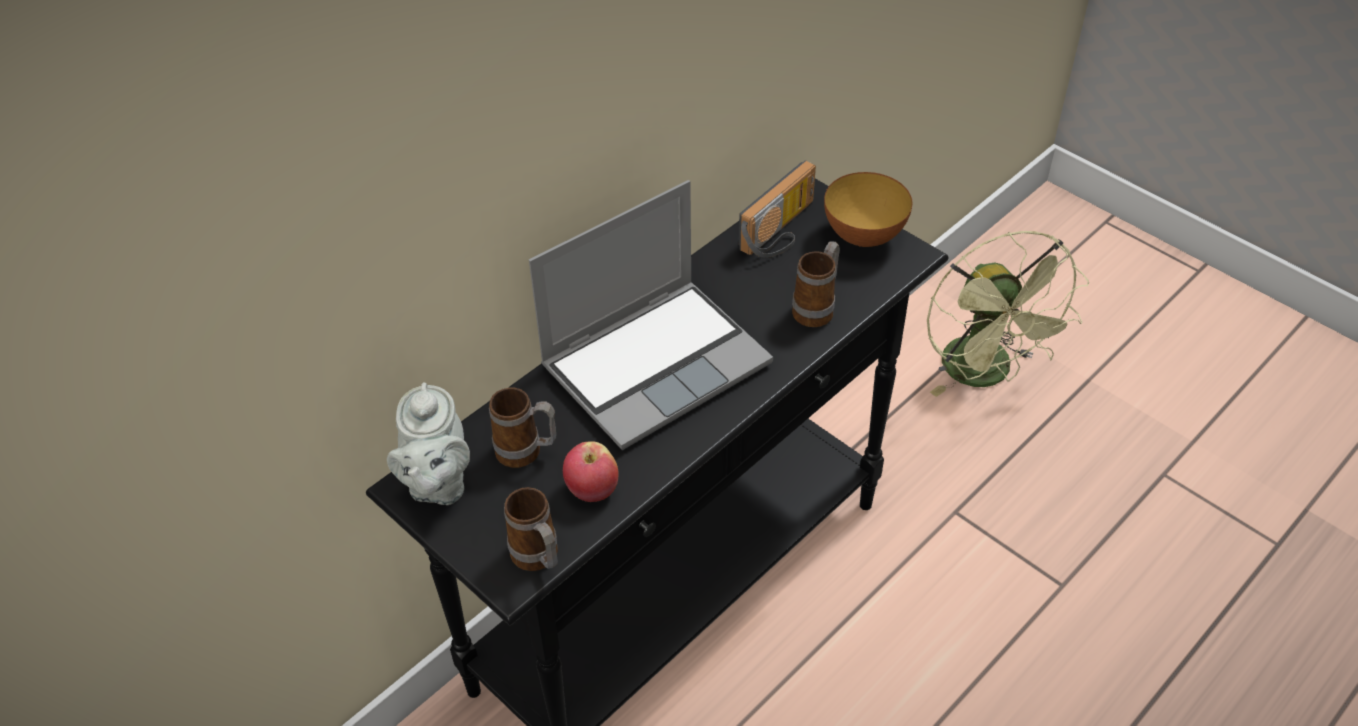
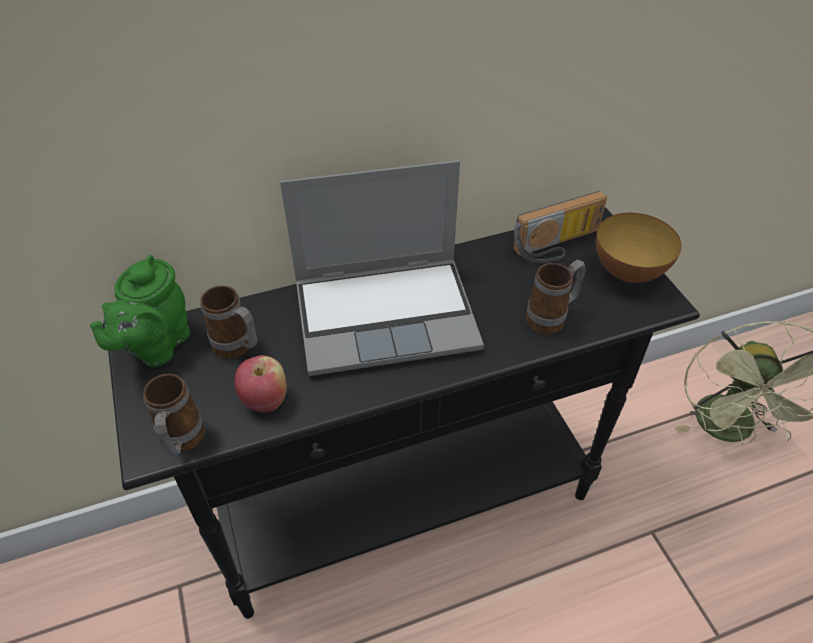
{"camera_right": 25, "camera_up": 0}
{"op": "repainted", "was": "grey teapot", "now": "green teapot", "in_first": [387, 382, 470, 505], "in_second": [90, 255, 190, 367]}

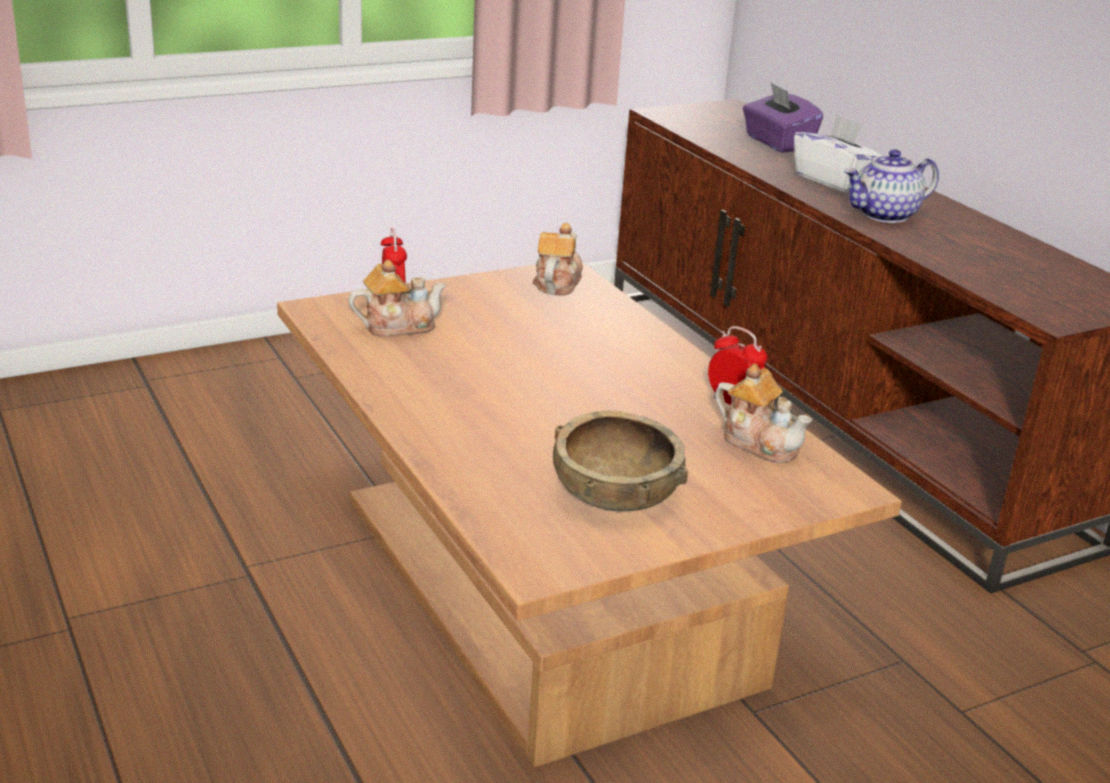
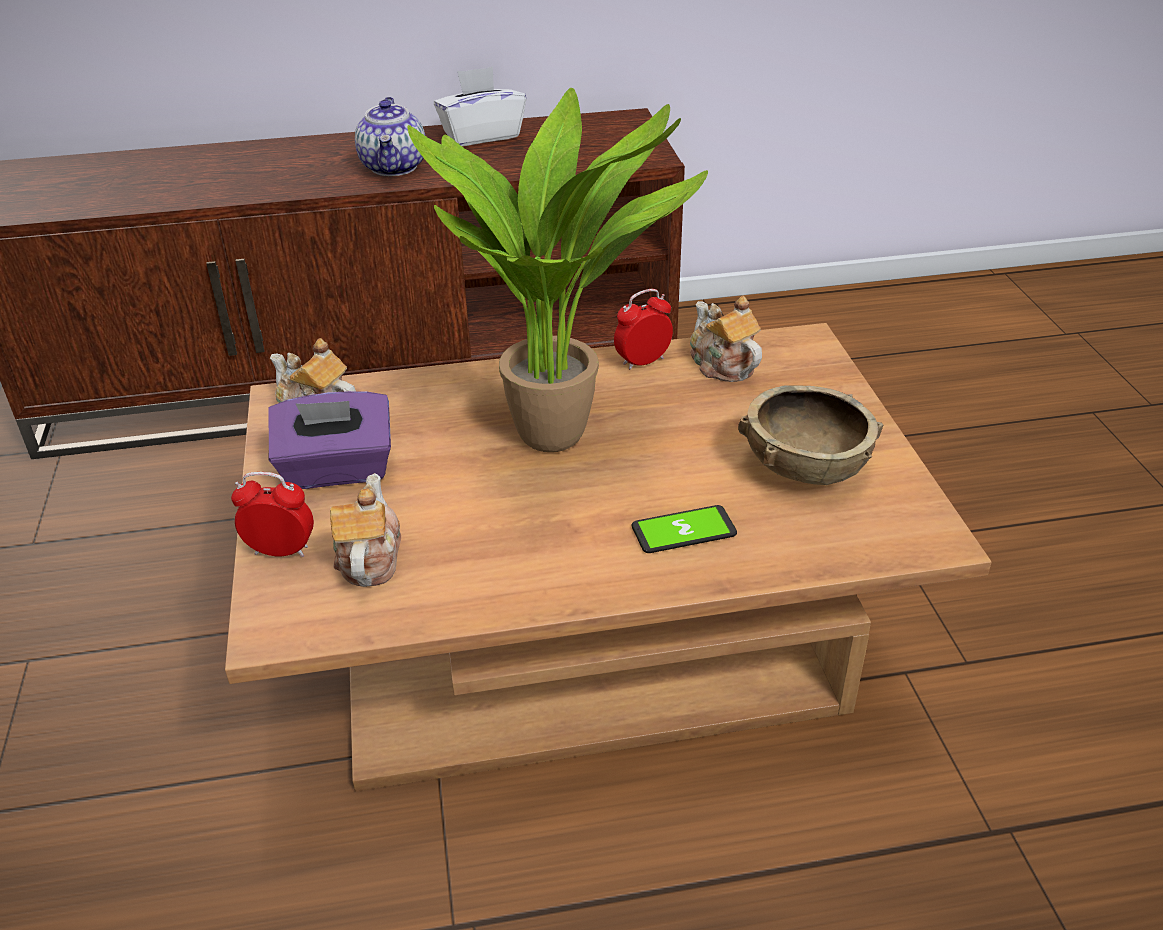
{"camera_right": -70, "camera_up": 10}
{"op": "shifted", "was": "purple tissue box", "in_first": [743, 83, 823, 153], "in_second": [268, 391, 391, 489]}
{"op": "shifted", "was": "white tissue box", "in_first": [794, 115, 882, 193], "in_second": [434, 66, 526, 146]}
{"op": "rotated", "was": "teapot", "in_first": [715, 363, 812, 463], "in_second": [690, 296, 762, 382], "clockwise": -90}
{"op": "new", "now": "potted plant", "in_second": [407, 88, 708, 452]}
{"op": "new", "now": "phone", "in_second": [632, 505, 737, 553]}

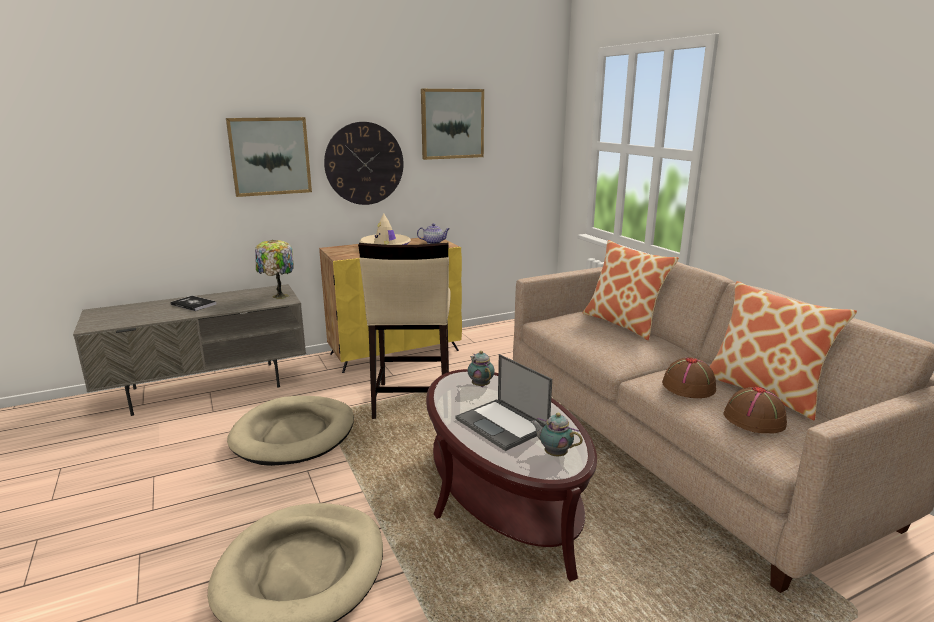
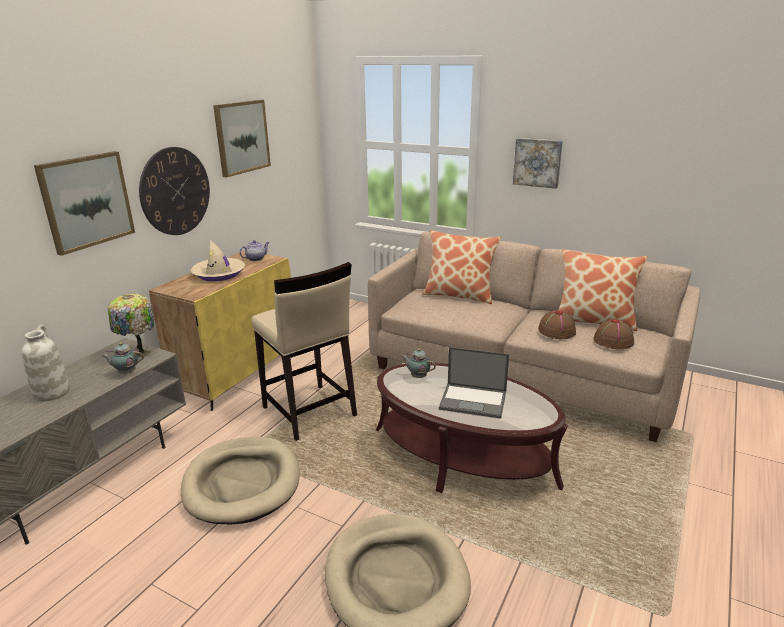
{"camera_right": -35, "camera_up": 5}
{"op": "swapped", "was": "book", "now": "white vase", "in_first": [170, 296, 216, 311], "in_second": [22, 325, 70, 401]}
{"op": "shifted", "was": "teapot", "in_first": [531, 413, 583, 456], "in_second": [102, 342, 144, 374]}
{"op": "new", "now": "picture", "in_second": [513, 138, 563, 189]}

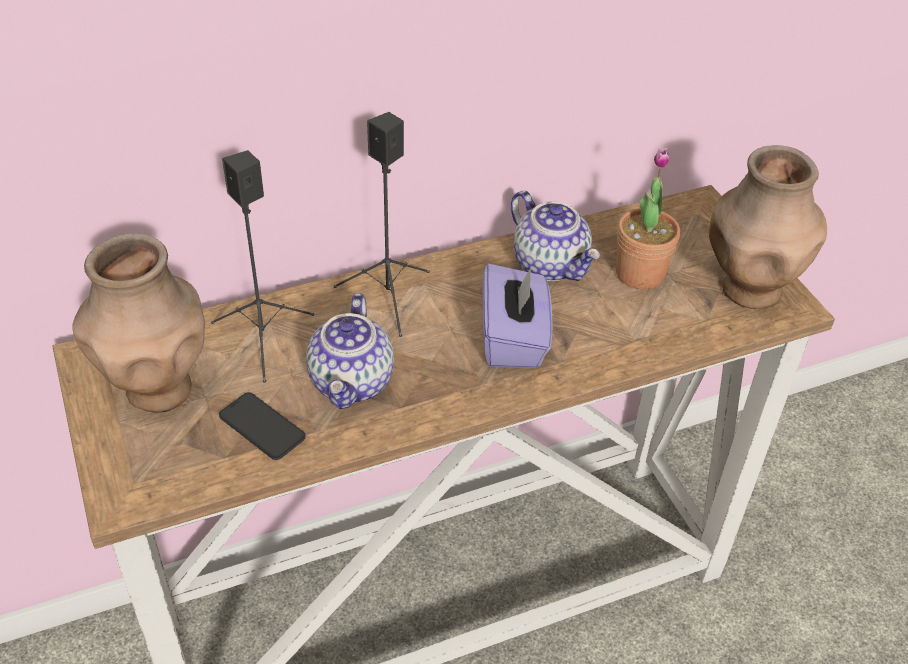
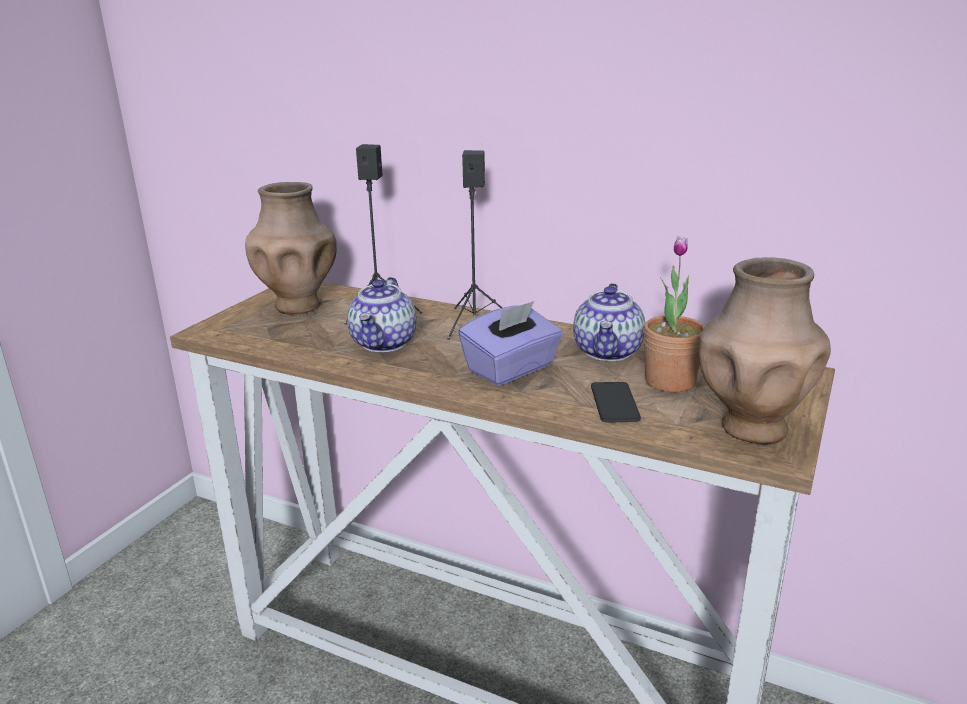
{"camera_right": 50, "camera_up": -20}
{"op": "rotated", "was": "teapot", "in_first": [306, 293, 394, 409], "in_second": [347, 277, 417, 352], "clockwise": -45}
{"op": "shifted", "was": "phone", "in_first": [219, 392, 306, 460], "in_second": [591, 382, 641, 423]}

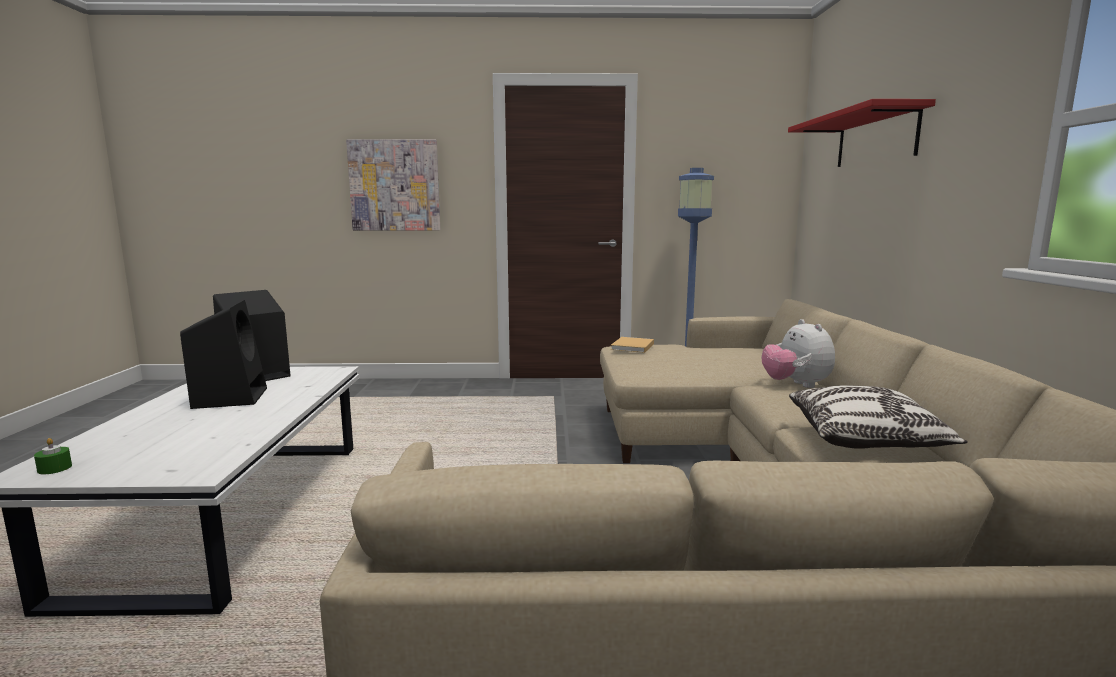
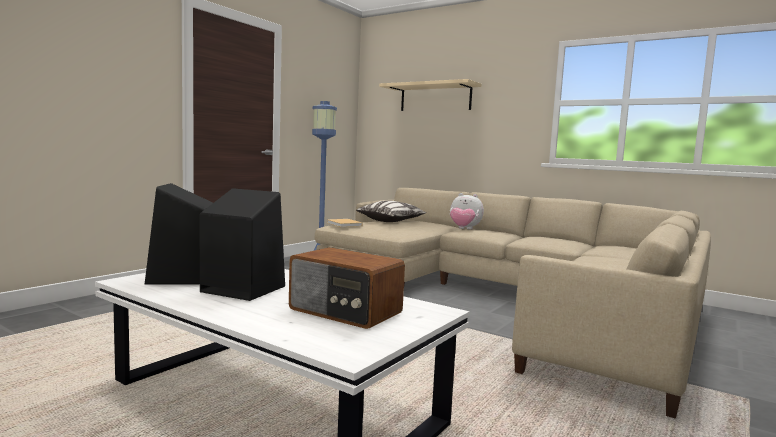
{"camera_right": -55, "camera_up": -5}
{"op": "repainted", "was": "red shelf", "now": "beige shelf", "in_first": [788, 99, 936, 167], "in_second": [379, 79, 481, 111]}
{"op": "gone", "was": "picture", "in_first": [346, 139, 440, 230]}
{"op": "shifted", "was": "pillow", "in_first": [789, 385, 968, 449], "in_second": [356, 200, 427, 222]}
{"op": "gone", "was": "green candle", "in_first": [34, 438, 72, 474]}
{"op": "new", "now": "radio", "in_second": [289, 247, 405, 329]}

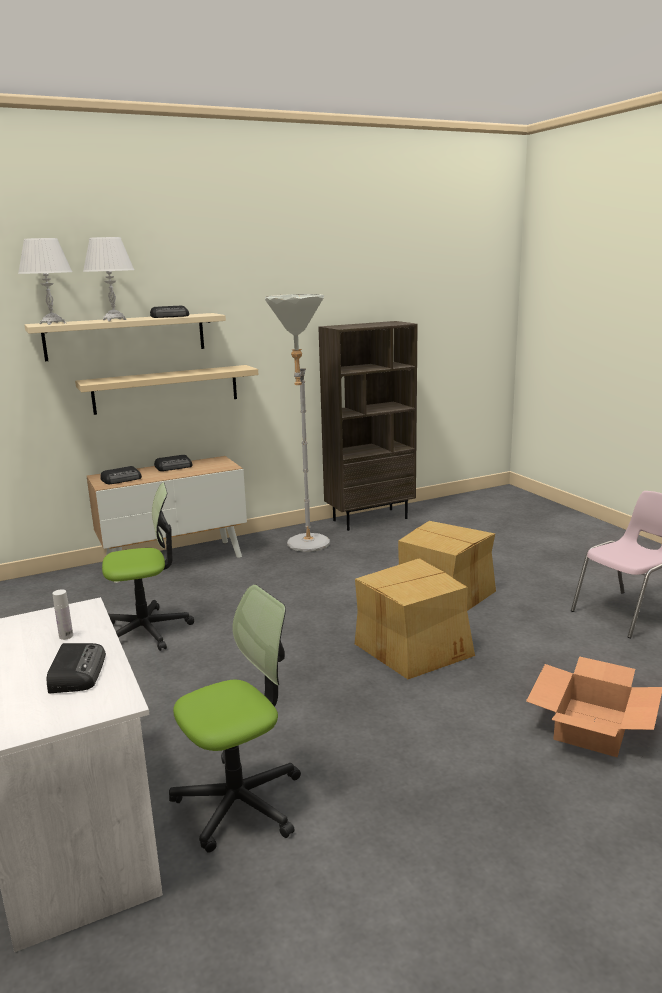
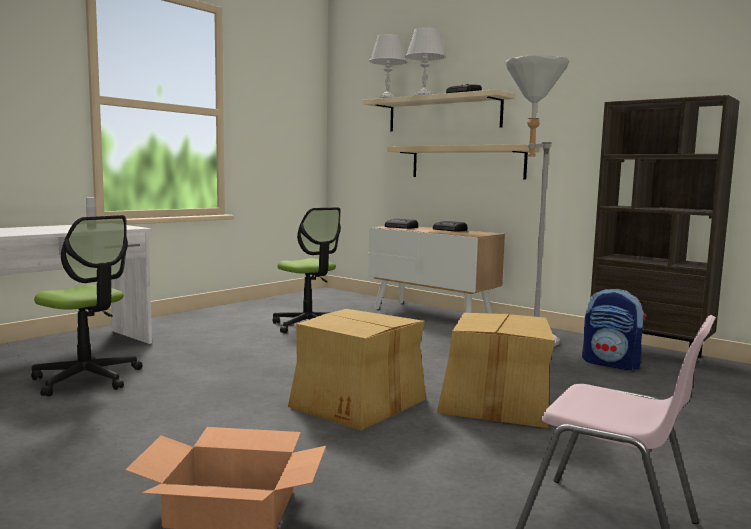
{"camera_right": 65, "camera_up": -10}
{"op": "gone", "was": "radio", "in_first": [47, 643, 106, 693]}
{"op": "new", "now": "backpack", "in_second": [582, 289, 647, 370]}

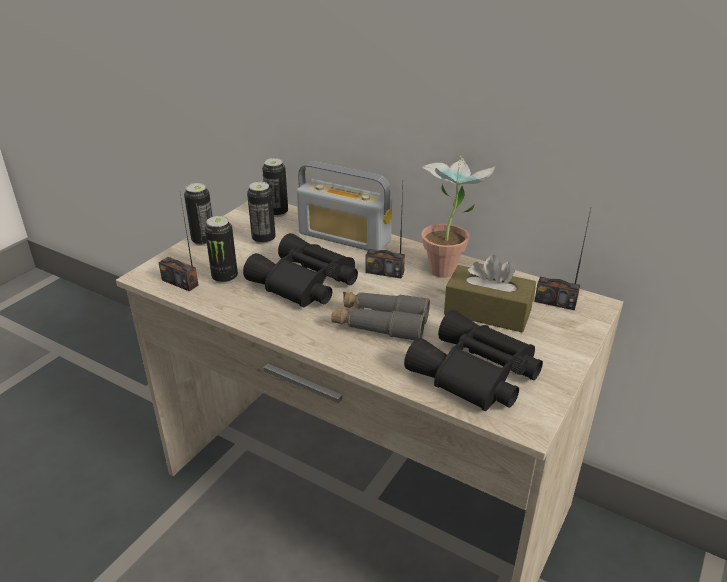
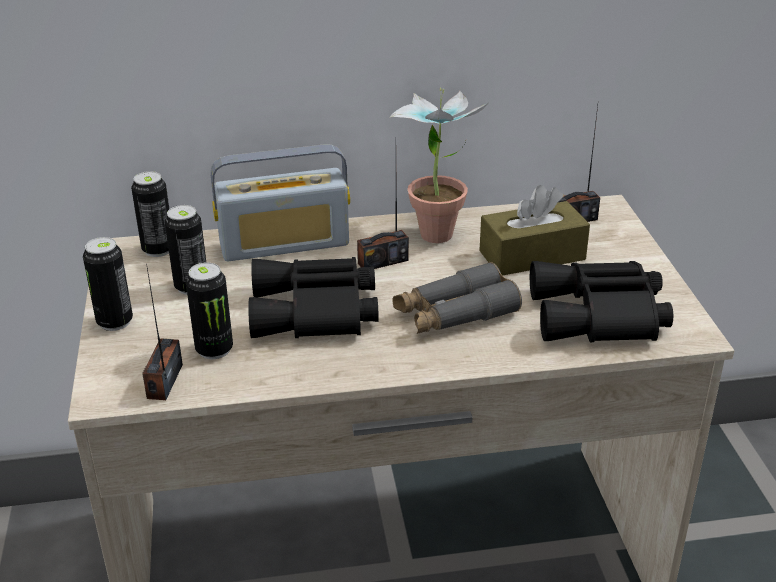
{"camera_right": -40, "camera_up": 0}
{"op": "rotated", "was": "radio", "in_first": [158, 194, 199, 291], "in_second": [142, 264, 183, 400], "clockwise": 105}

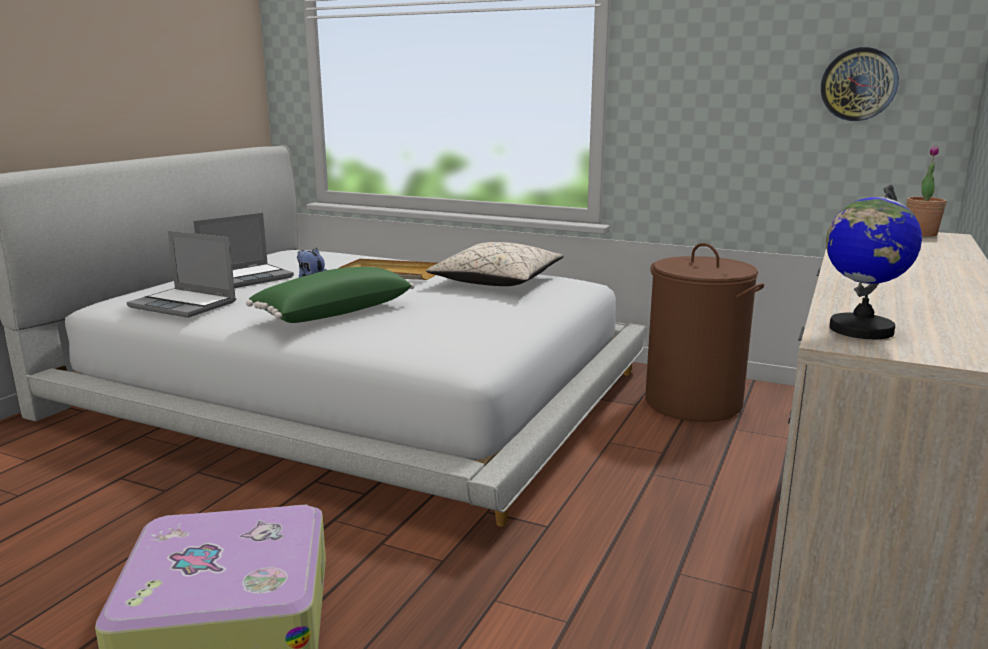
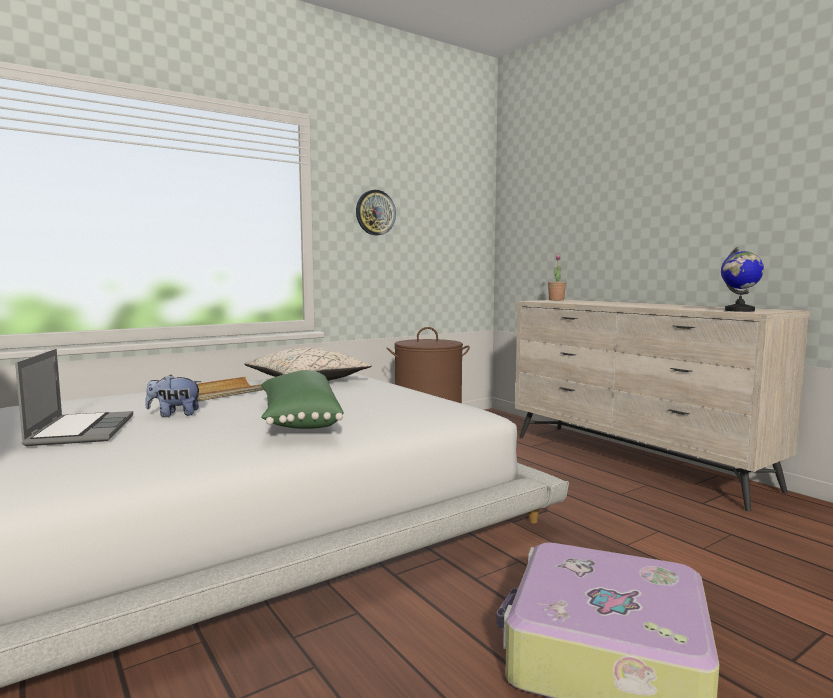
{"camera_right": -60, "camera_up": -10}
{"op": "shifted", "was": "wall clock", "in_first": [821, 47, 899, 121], "in_second": [356, 190, 396, 235]}
{"op": "gone", "was": "laptop", "in_first": [127, 231, 236, 318]}

